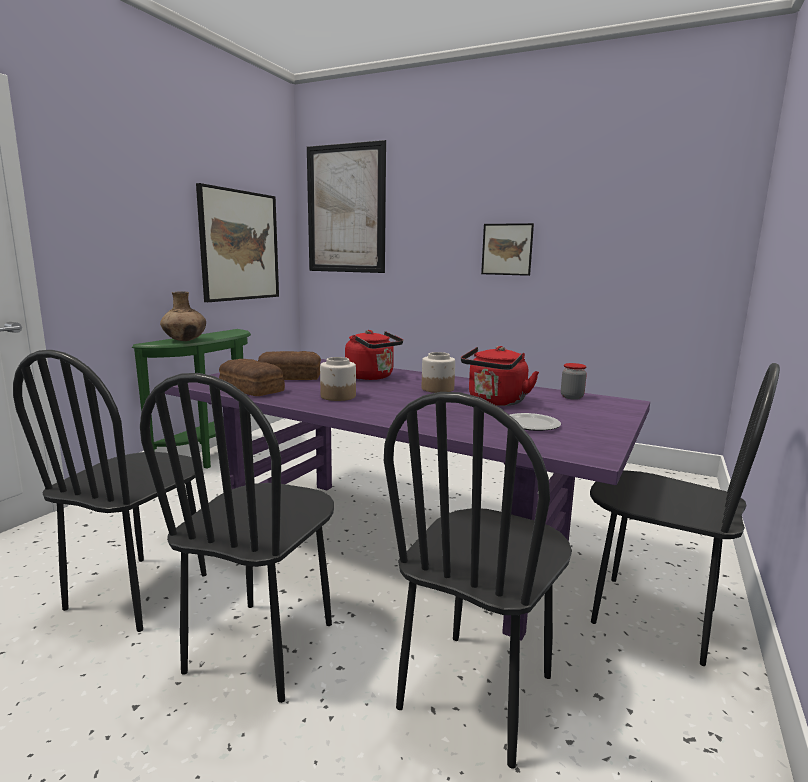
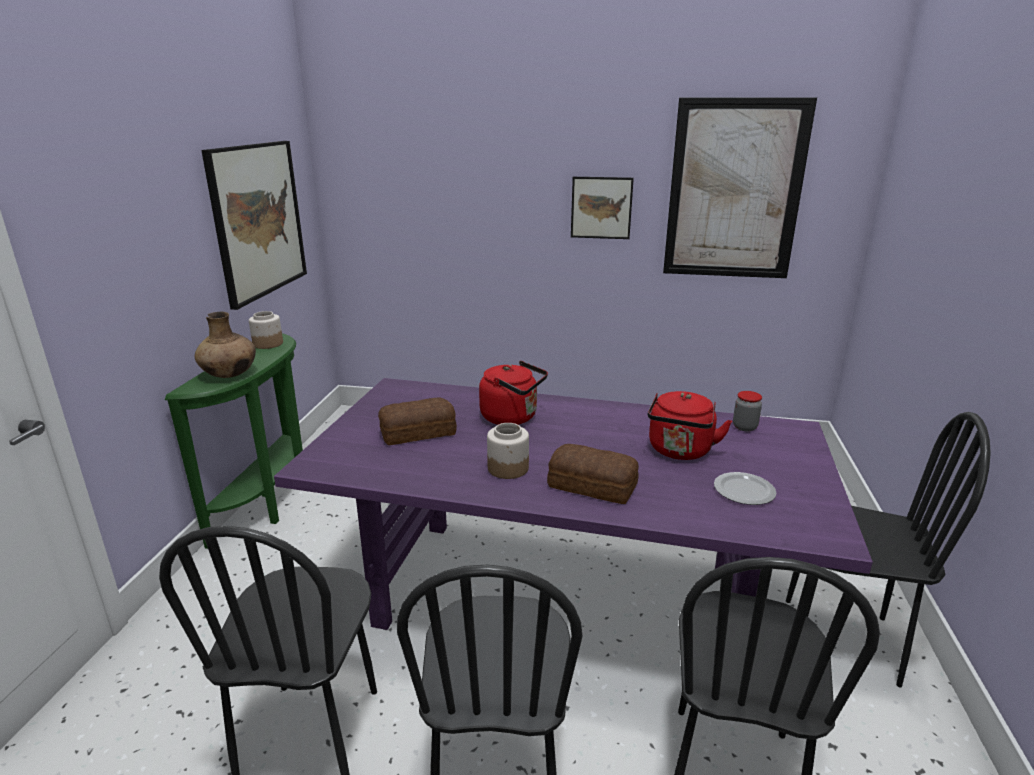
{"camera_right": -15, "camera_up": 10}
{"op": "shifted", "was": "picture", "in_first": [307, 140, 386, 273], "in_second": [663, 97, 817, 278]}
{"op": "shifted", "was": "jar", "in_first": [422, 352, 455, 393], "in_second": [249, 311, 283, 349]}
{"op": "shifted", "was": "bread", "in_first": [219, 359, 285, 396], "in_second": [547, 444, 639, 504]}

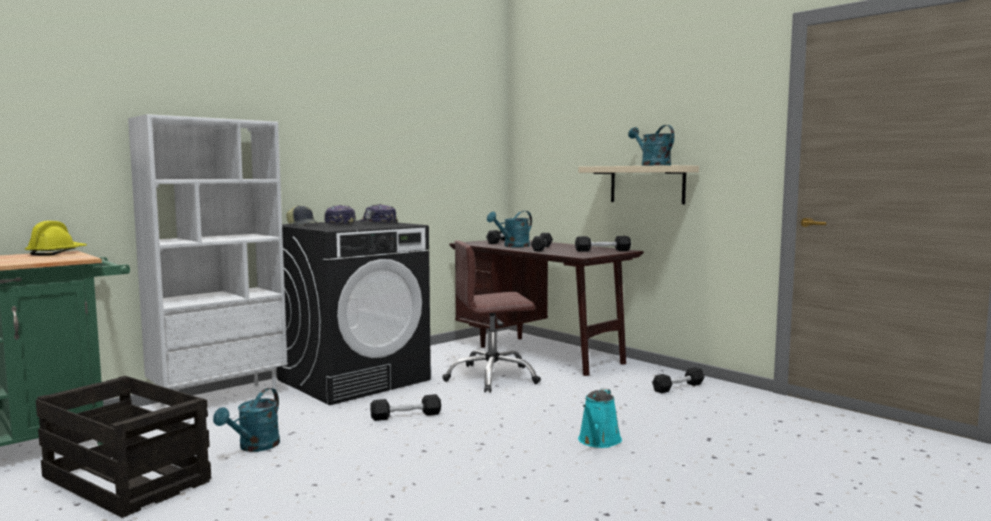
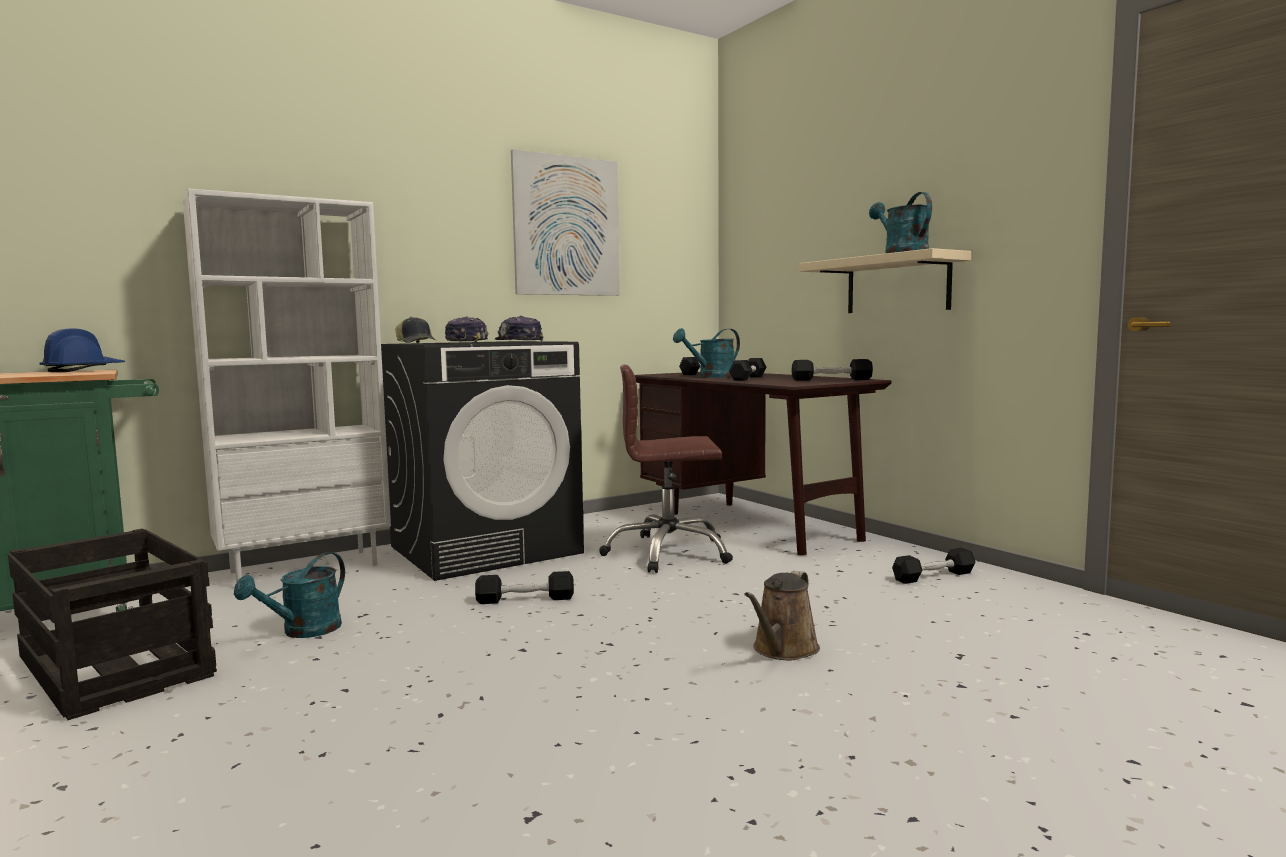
{"camera_right": 10, "camera_up": 0}
{"op": "repainted", "was": "yellow hard hat", "now": "blue hard hat", "in_first": [25, 221, 87, 256], "in_second": [39, 328, 125, 372]}
{"op": "repainted", "was": "turquoise watering can", "now": "brown watering can", "in_first": [578, 389, 622, 448], "in_second": [744, 571, 820, 660]}
{"op": "new", "now": "picture", "in_second": [511, 149, 620, 296]}

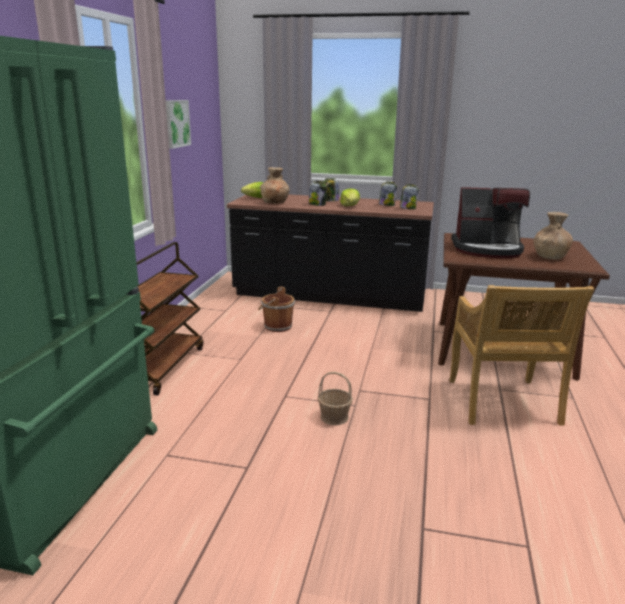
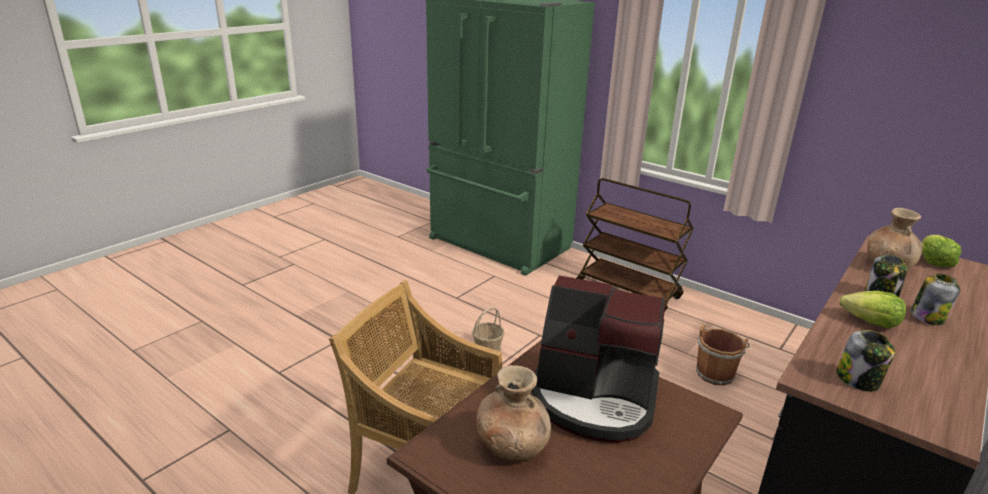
{"camera_right": 115, "camera_up": 5}
{"op": "gone", "was": "picture", "in_first": [166, 100, 191, 149]}
{"op": "gone", "was": "jar", "in_first": [379, 181, 397, 206]}
{"op": "rotated", "was": "coffee machine", "in_first": [451, 187, 530, 258], "in_second": [531, 276, 665, 443], "clockwise": -105}

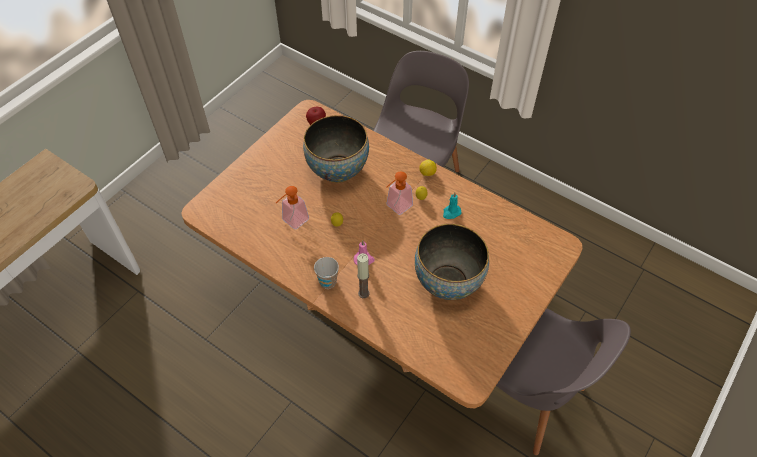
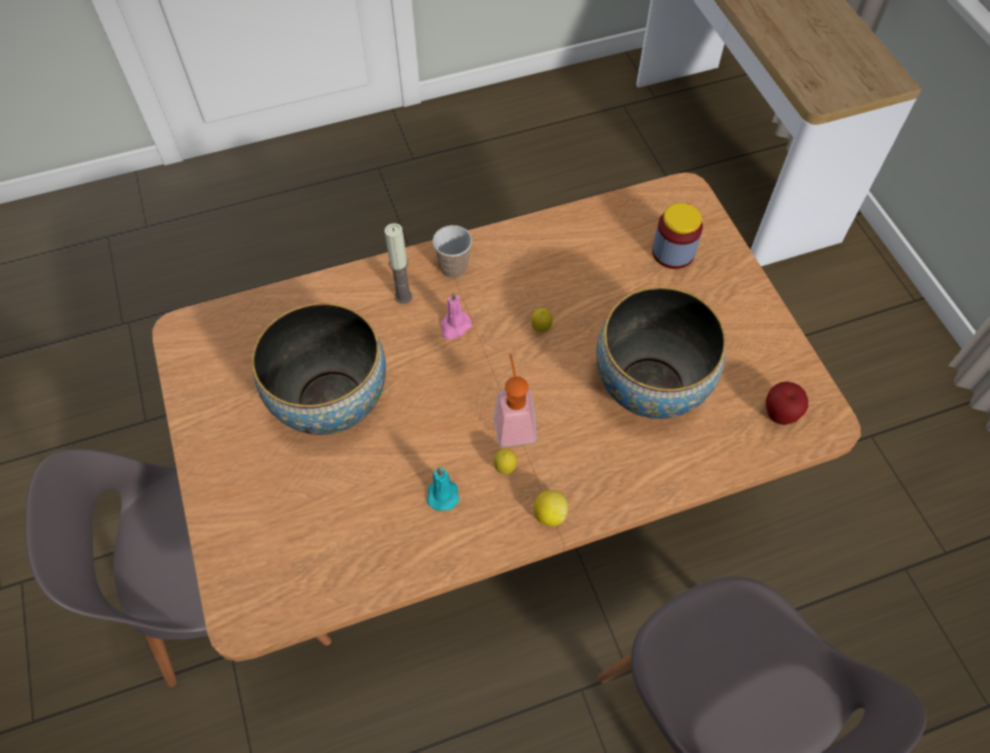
{"camera_right": 125, "camera_up": 5}
{"op": "gone", "was": "soap dispenser", "in_first": [276, 186, 309, 229]}
{"op": "new", "now": "jar", "in_second": [652, 203, 703, 269]}

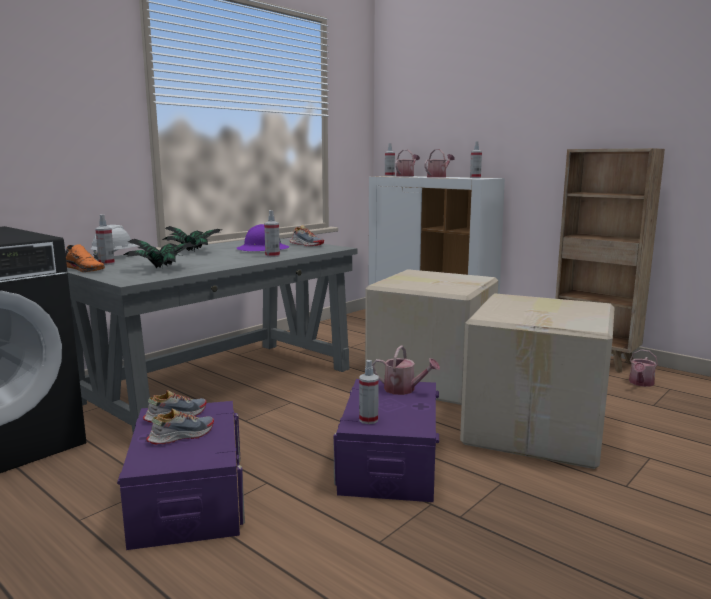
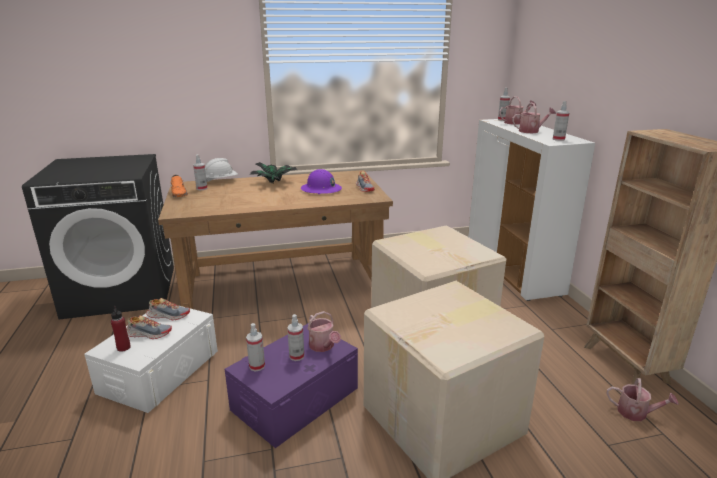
{"camera_right": 35, "camera_up": 10}
{"op": "shifted", "was": "spray bottle", "in_first": [264, 210, 280, 257], "in_second": [287, 314, 304, 361]}
{"op": "repainted", "was": "grey desk", "now": "brown desk", "in_first": [66, 238, 357, 433], "in_second": [158, 170, 393, 309]}
{"op": "gone", "was": "potted plant", "in_first": [124, 239, 196, 268]}
{"op": "rotated", "was": "watering can", "in_first": [629, 349, 658, 387], "in_second": [607, 378, 679, 421], "clockwise": -135}
{"op": "repainted", "was": "purple storage box", "now": "white storage box", "in_first": [117, 401, 245, 550], "in_second": [84, 306, 218, 413]}
{"op": "new", "now": "red bottle", "in_second": [111, 306, 131, 352]}

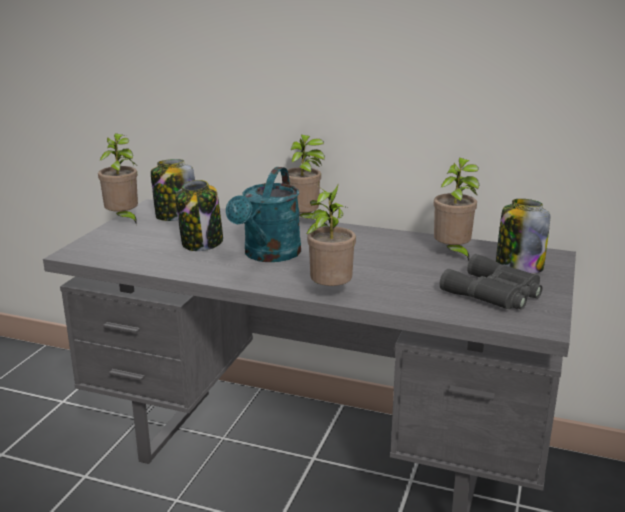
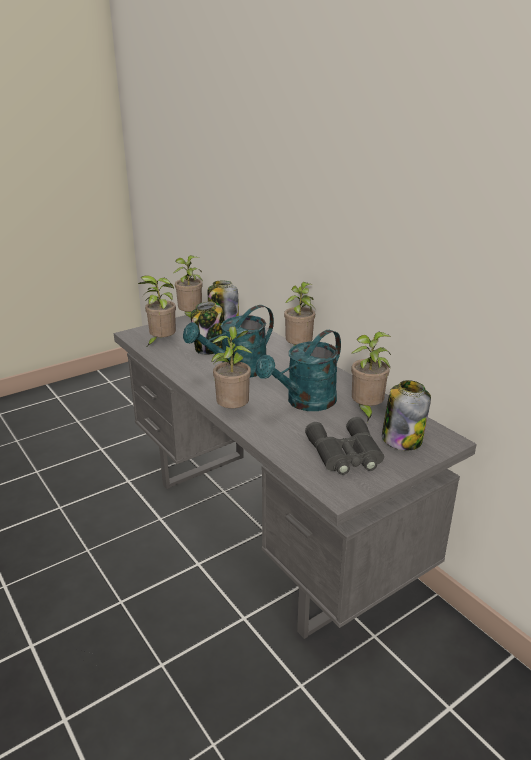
{"camera_right": 35, "camera_up": 5}
{"op": "new", "now": "potted plant", "in_second": [138, 275, 176, 346]}
{"op": "new", "now": "turquoise watering can", "in_second": [255, 330, 341, 411]}

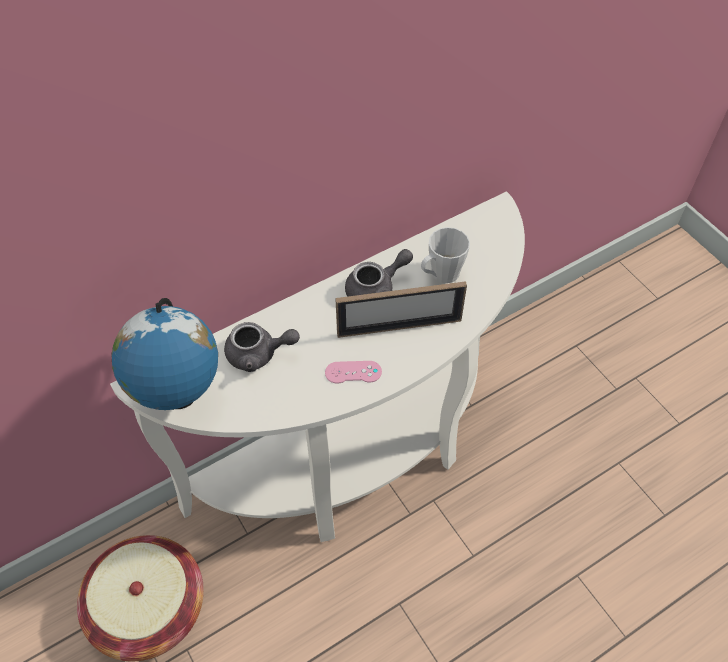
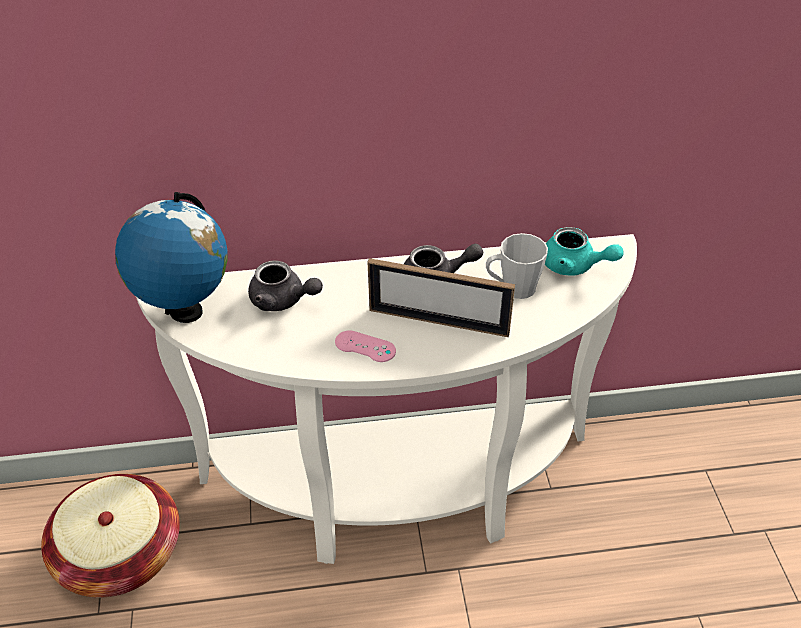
{"camera_right": 25, "camera_up": -10}
{"op": "new", "now": "turquoise teapot", "in_second": [545, 227, 624, 276]}

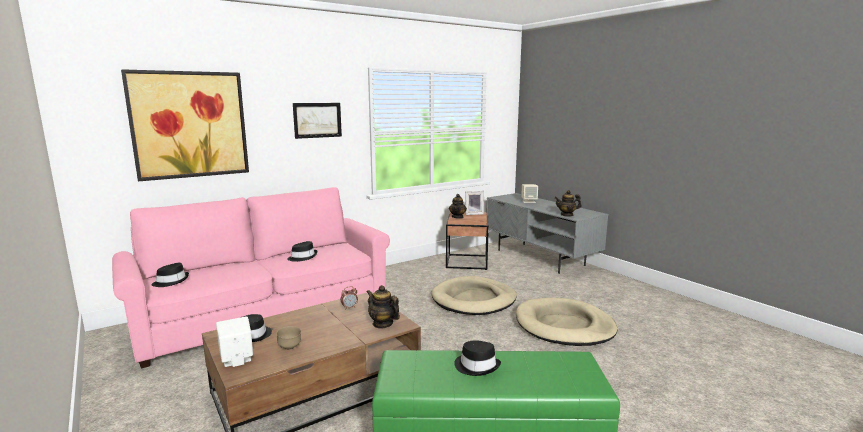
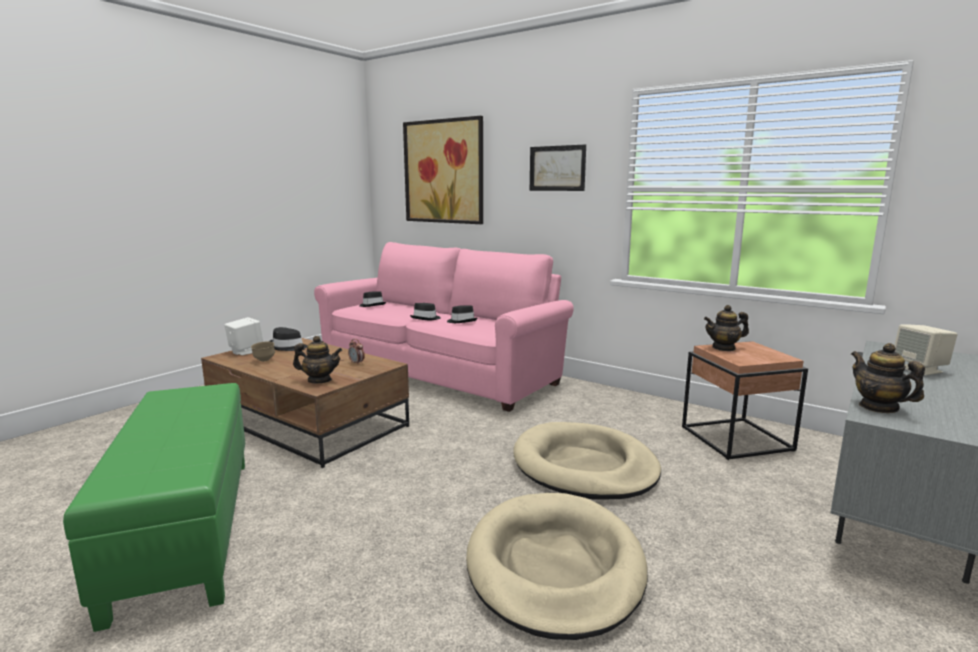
{"camera_right": 70, "camera_up": 0}
{"op": "gone", "was": "picture frame", "in_first": [465, 191, 484, 215]}
{"op": "rotated", "was": "teapot", "in_first": [367, 285, 400, 329], "in_second": [293, 336, 342, 383], "clockwise": 75}
{"op": "shifted", "was": "black hat", "in_first": [454, 340, 501, 376], "in_second": [410, 303, 441, 320]}

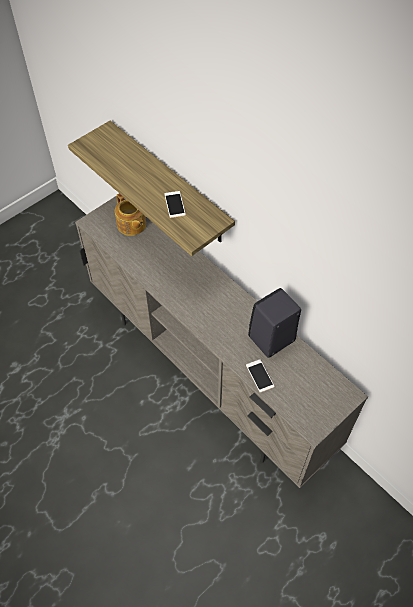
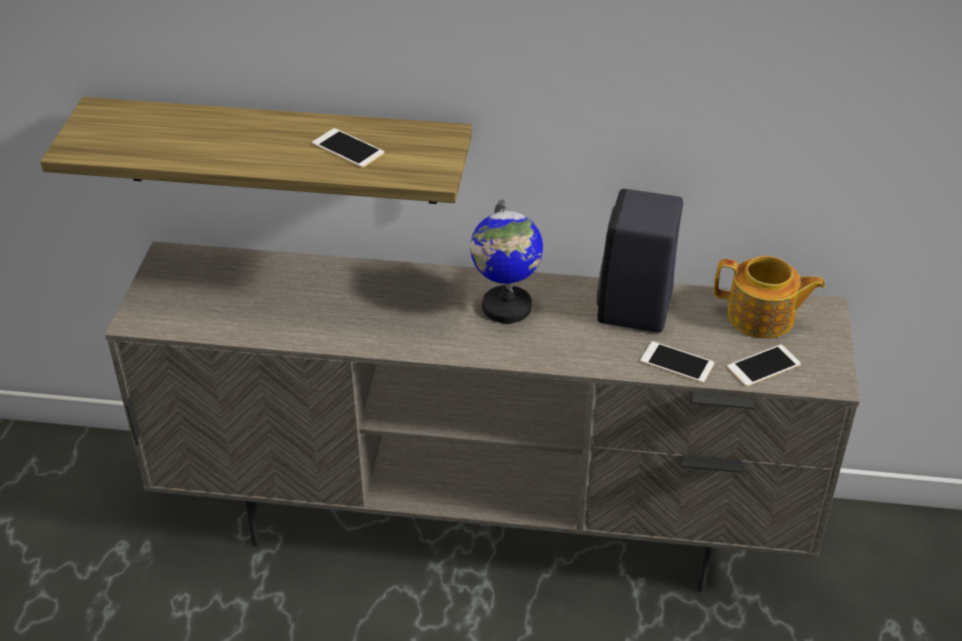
{"camera_right": -40, "camera_up": -15}
{"op": "shifted", "was": "teapot", "in_first": [115, 193, 146, 236], "in_second": [714, 256, 826, 338]}
{"op": "new", "now": "globe", "in_second": [470, 199, 543, 323]}
{"op": "new", "now": "phone", "in_second": [727, 345, 801, 387]}

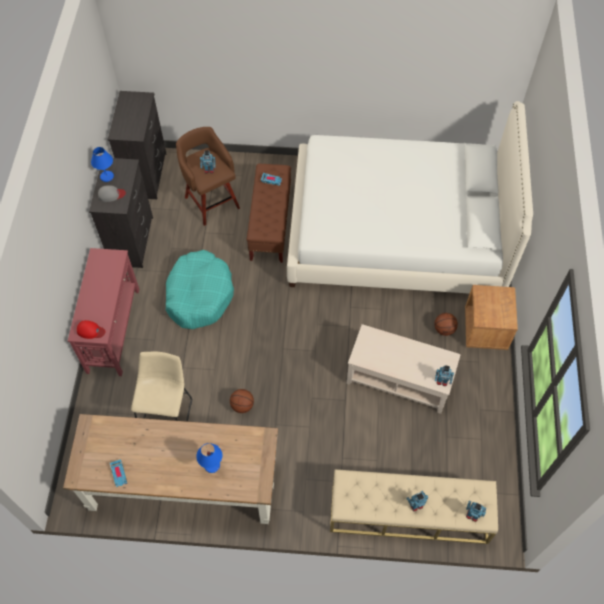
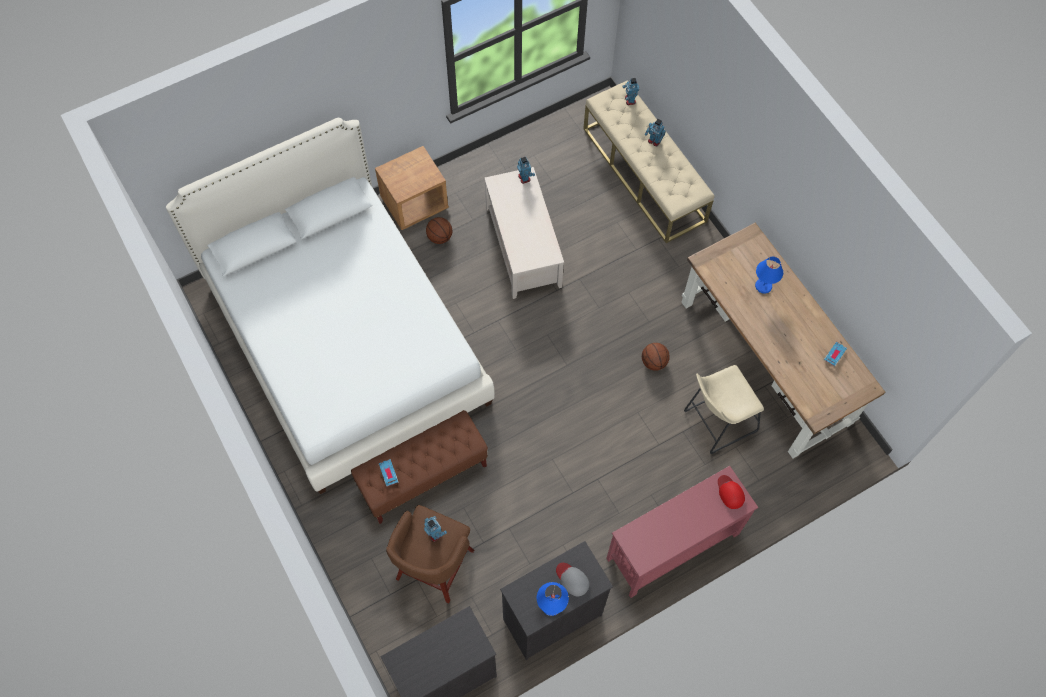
{"camera_right": -125, "camera_up": 5}
{"op": "gone", "was": "turquoise dog bed", "in_first": [166, 250, 234, 329]}

